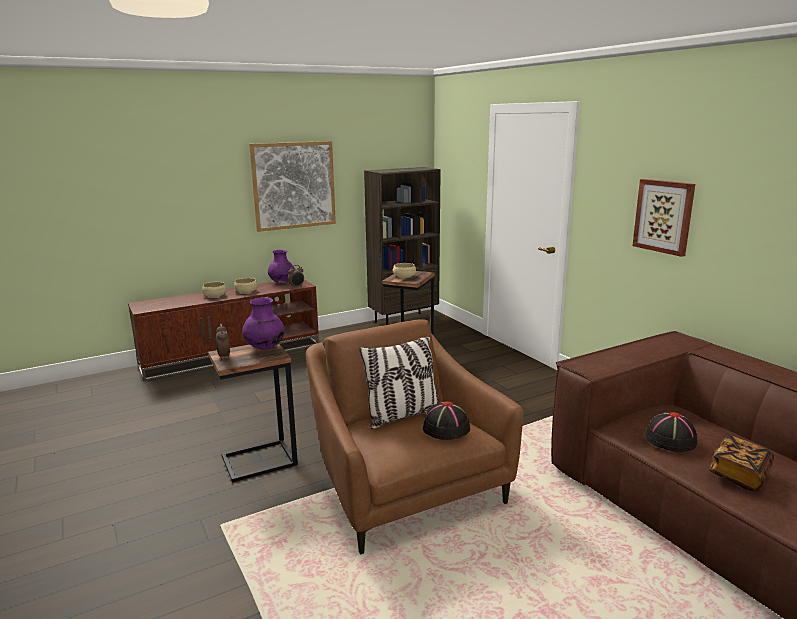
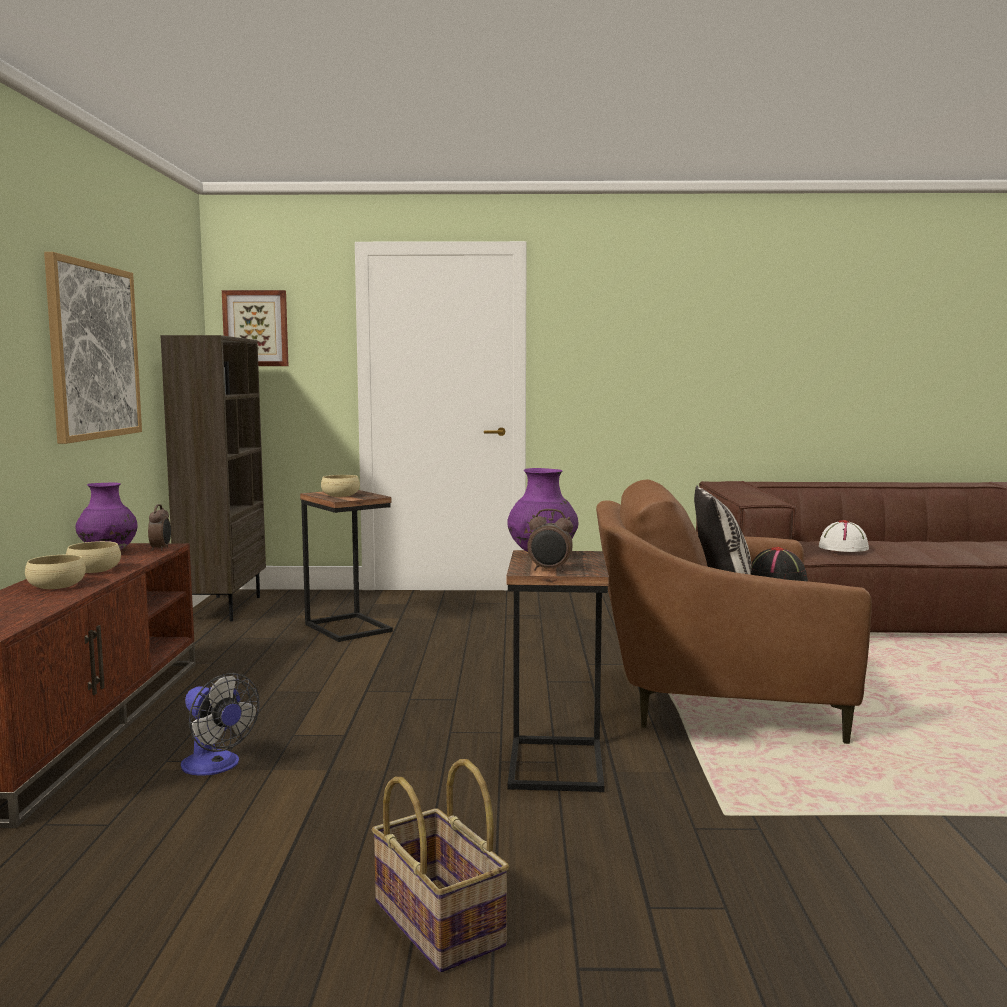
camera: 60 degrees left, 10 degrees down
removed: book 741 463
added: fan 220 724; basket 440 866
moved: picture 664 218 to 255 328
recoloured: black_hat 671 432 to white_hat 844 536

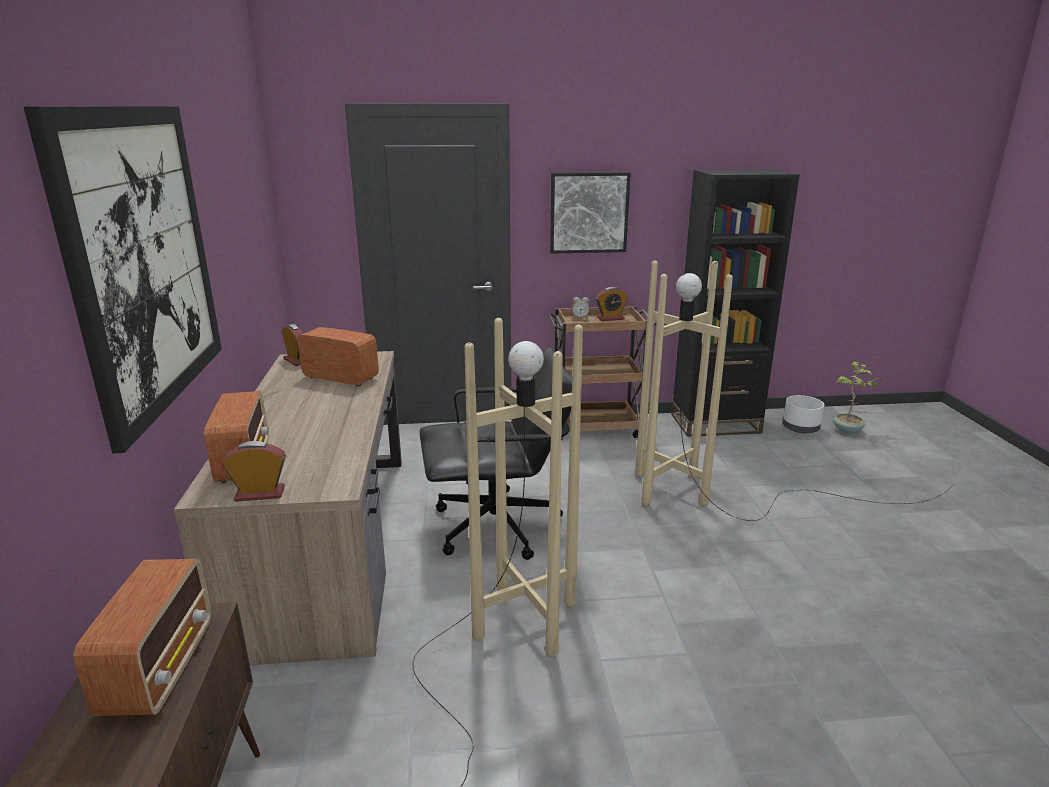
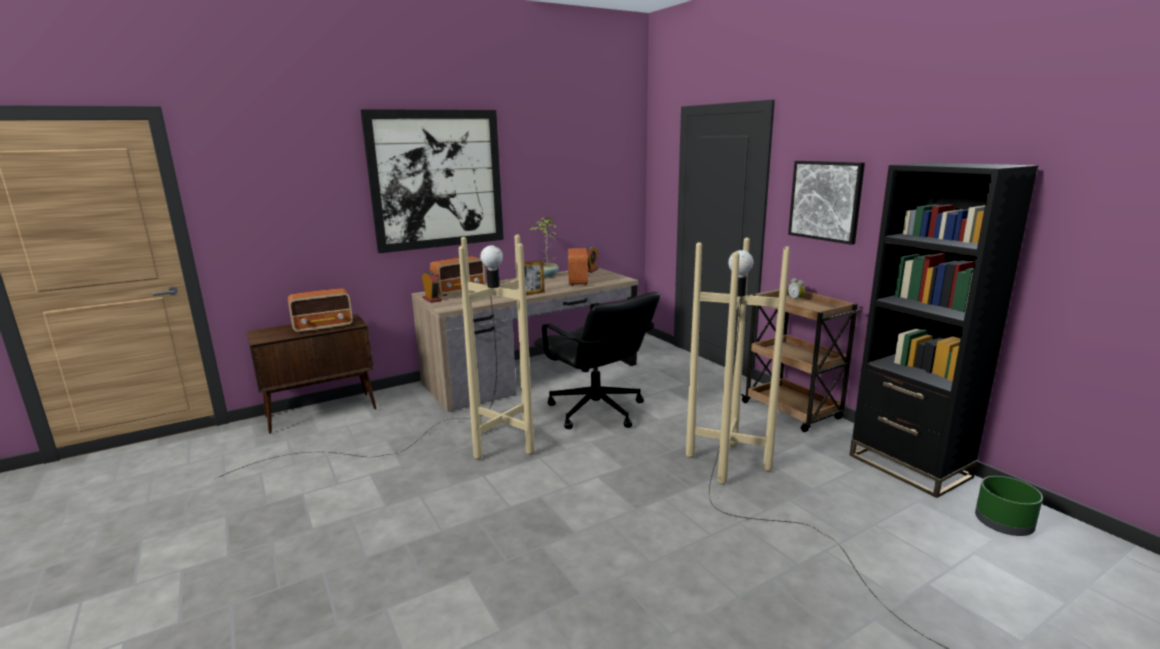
camera: 65 degrees right, 5 degrees down
removed: alarm_clock 611 304
added: picture_frame 534 277
moved: potted_plant 858 398 to 544 247
recoloured: white_planter 803 414 to green_planter 1009 506

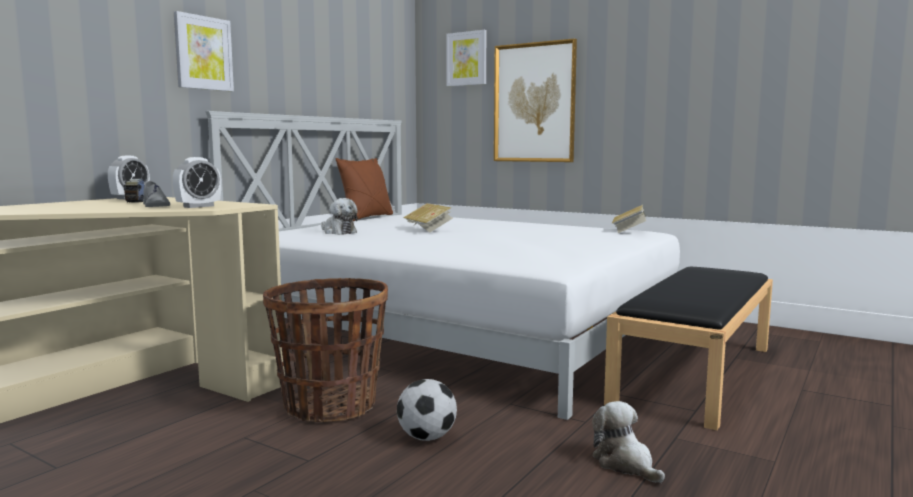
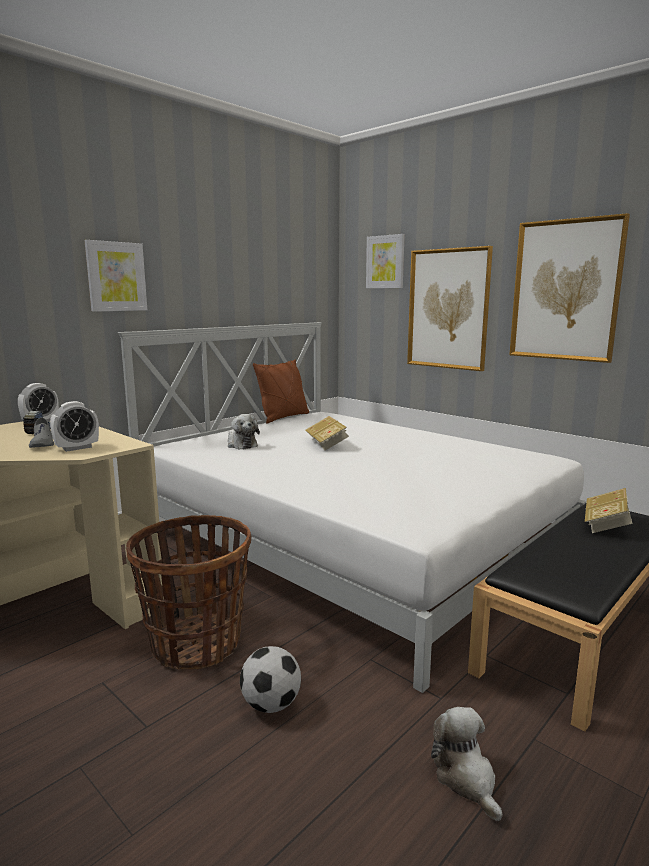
camera: 10 degrees right, 5 degrees up
added: picture 569 288
moved: book 629 219 to 609 510

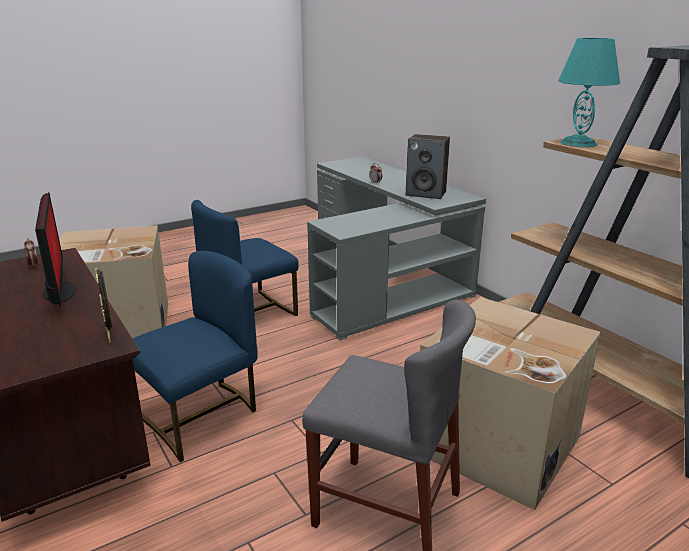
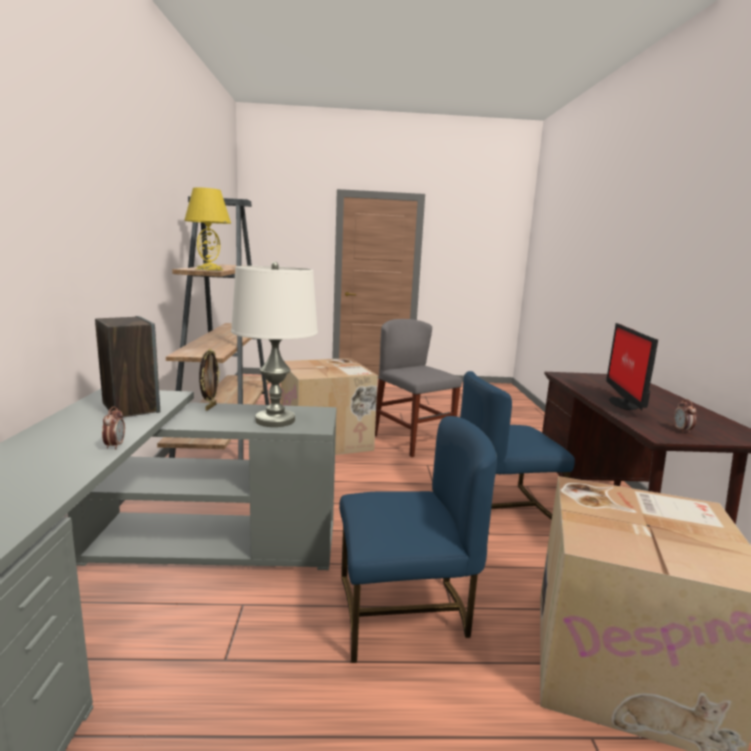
camera: 150 degrees left, 10 degrees down
added: white_table_lamp 274 344
moved: picture_frame 103 305 to 209 380
recoloured: turquoise_table_lamp 589 92 to yellow_table_lamp 207 229

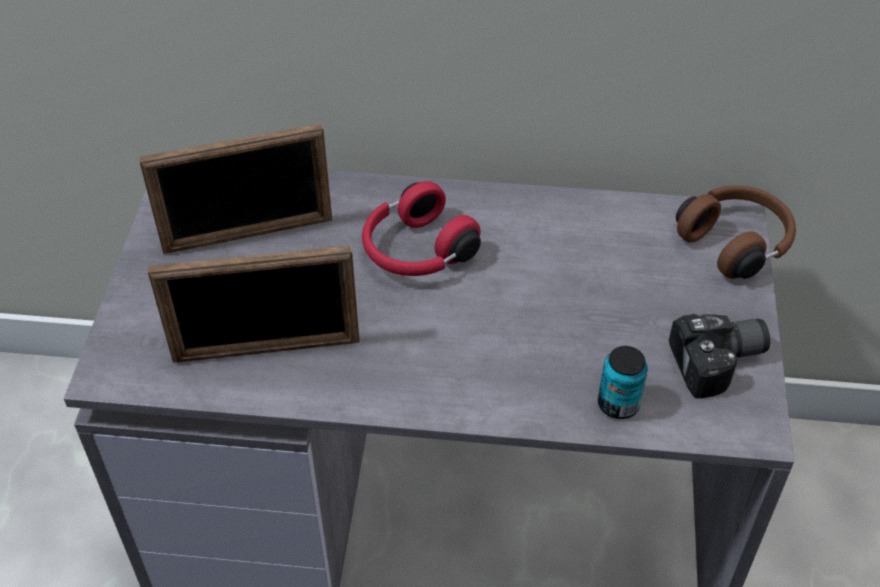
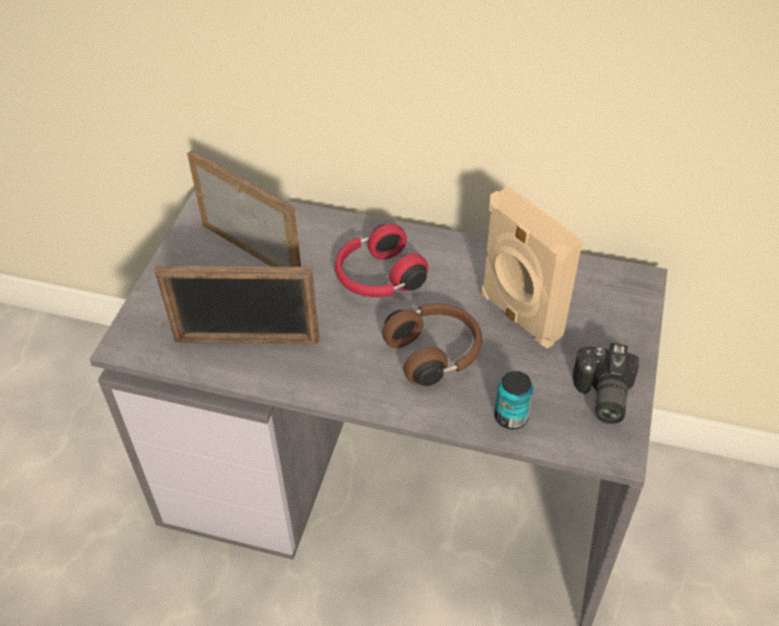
camera: 10 degrees right, 0 degrees up
added: beige_speaker 532 267
moved: brown_headphones 736 232 to 432 344
turned: picture_frame 235 188 = 244 208 135 degrees counterclockwise; photo_camera 719 356 = 606 383 105 degrees clockwise

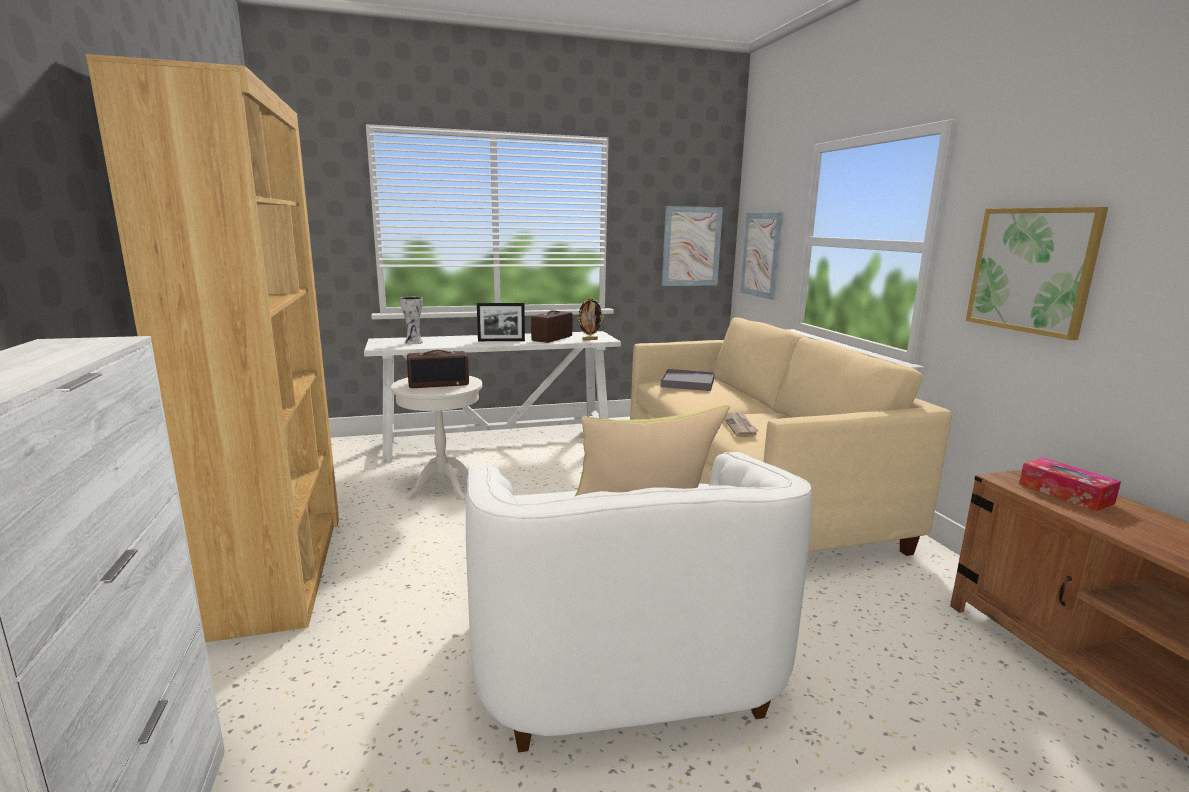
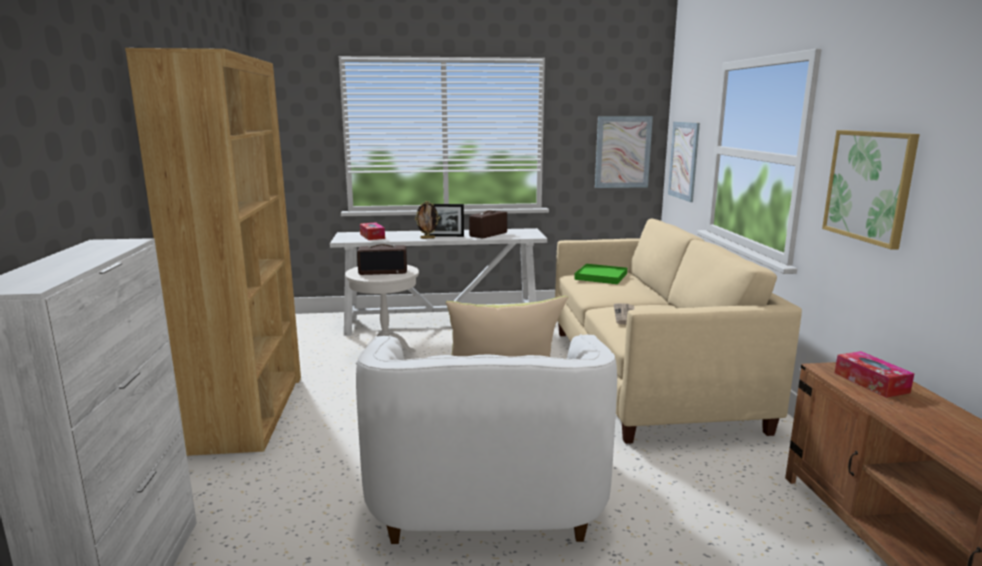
camera: 10 degrees right, 0 degrees up
moved: picture_frame 590 319 to 427 220
replaced: vase 411 320 to tissue_box 372 231
recoloured: grey_tray 688 380 to green_tray 600 274

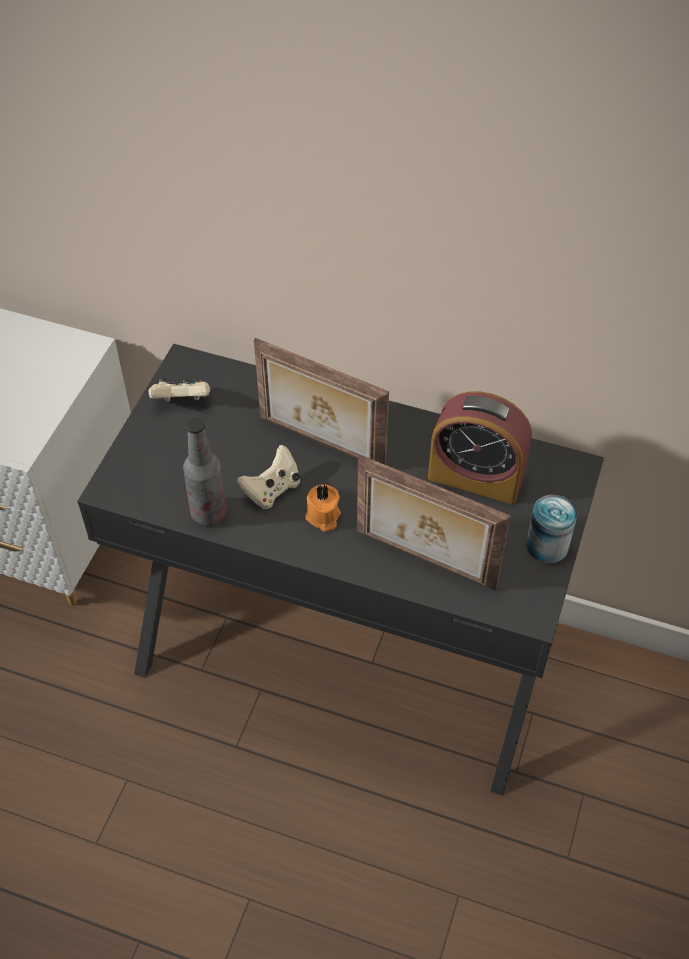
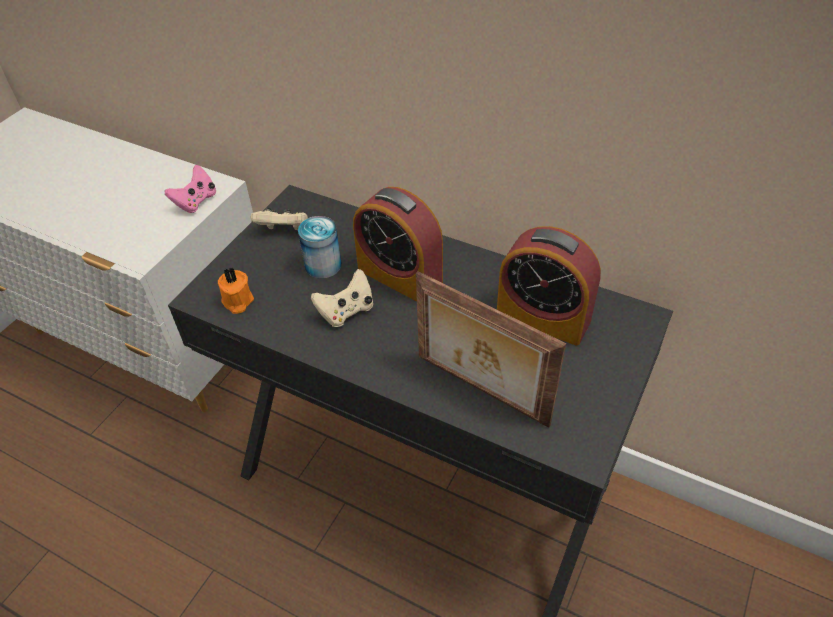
camera: 10 degrees right, 5 degrees down
removed: bottle 205 471
added: pink_game_controller 190 189
moved: orange_candle 323 508 to 236 290; can 551 529 to 320 247
replaced: picture_frame 321 401 to alarm_clock 398 244

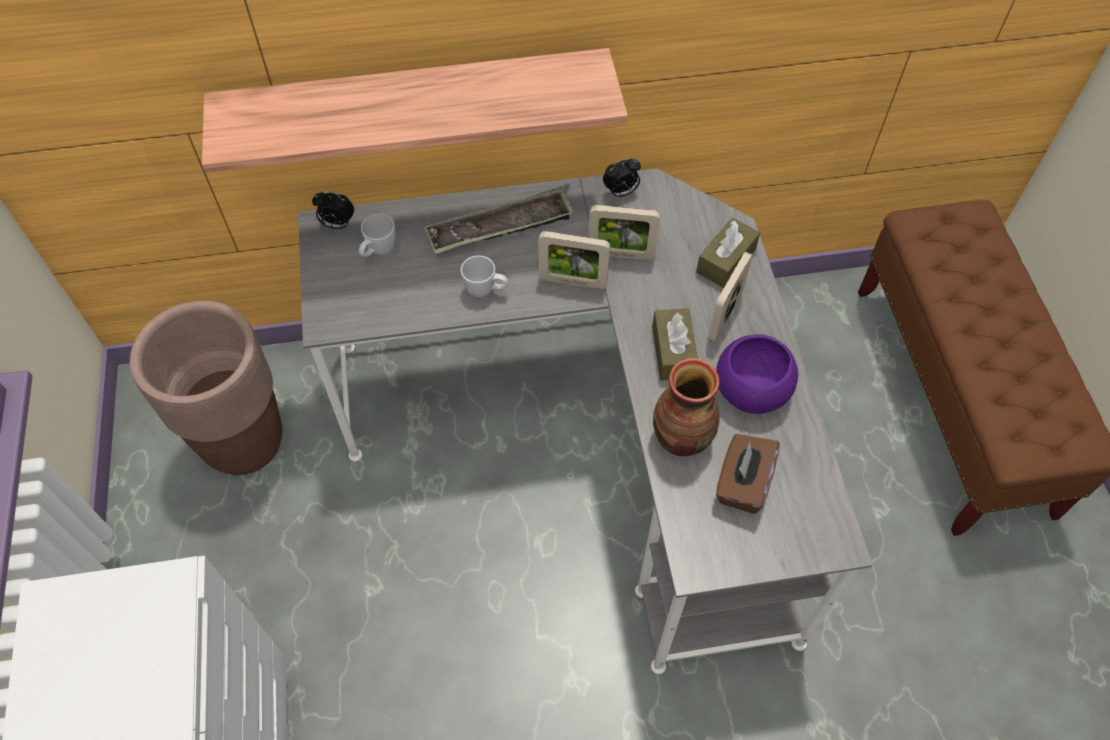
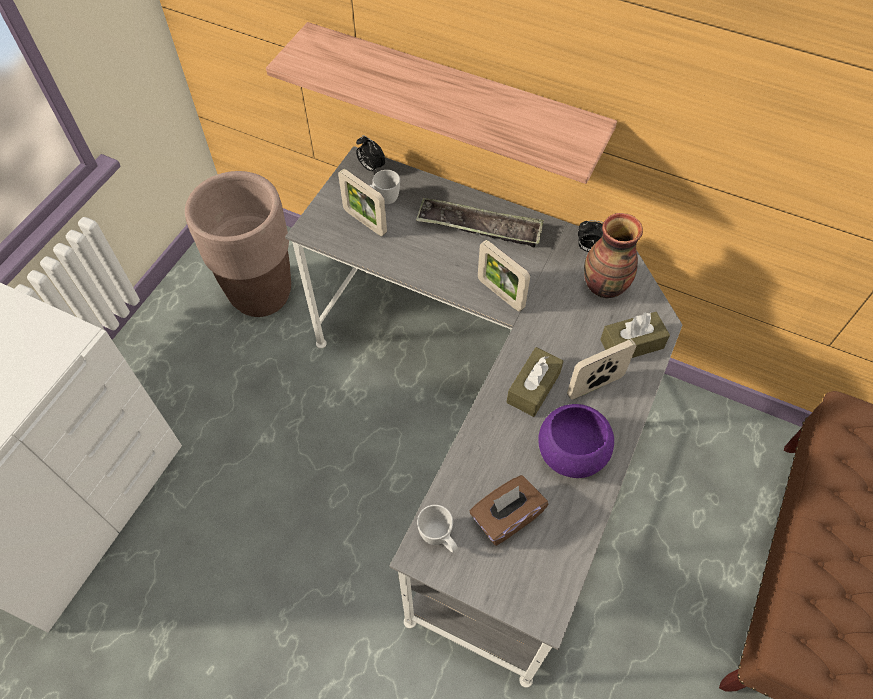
camera: 35 degrees right, 0 degrees up
moved: white_mug 484 276 to 437 528; picture_frame 625 232 to 362 202; vase 686 407 to 613 255

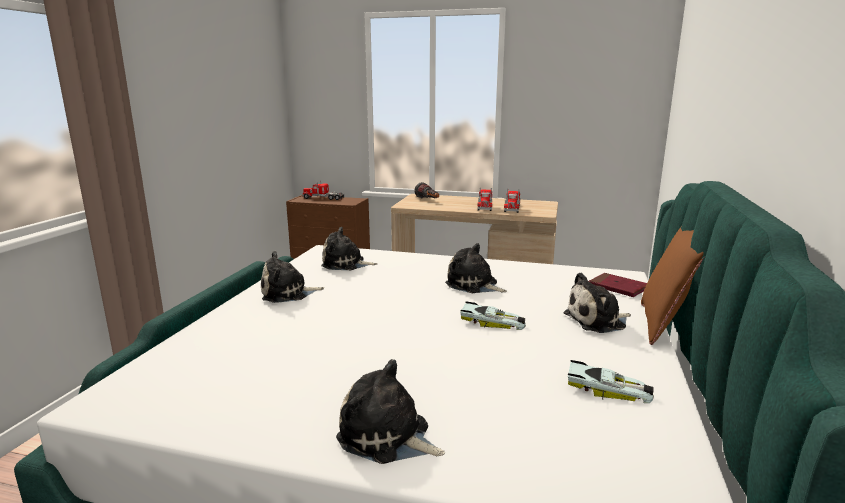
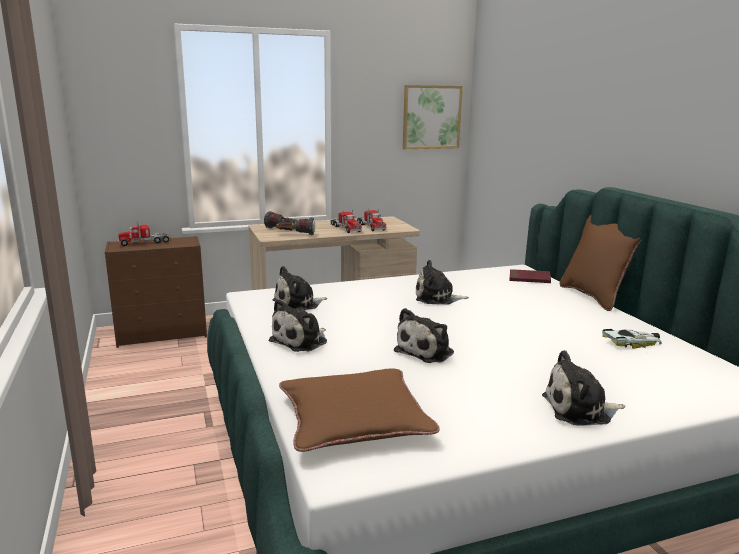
camera: 35 degrees left, 0 degrees up
removed: toy_car 493 316
added: flashlight 295 226; brown_pillow 359 410; picture 433 117
moved: plush_toy 597 302 to 424 335

